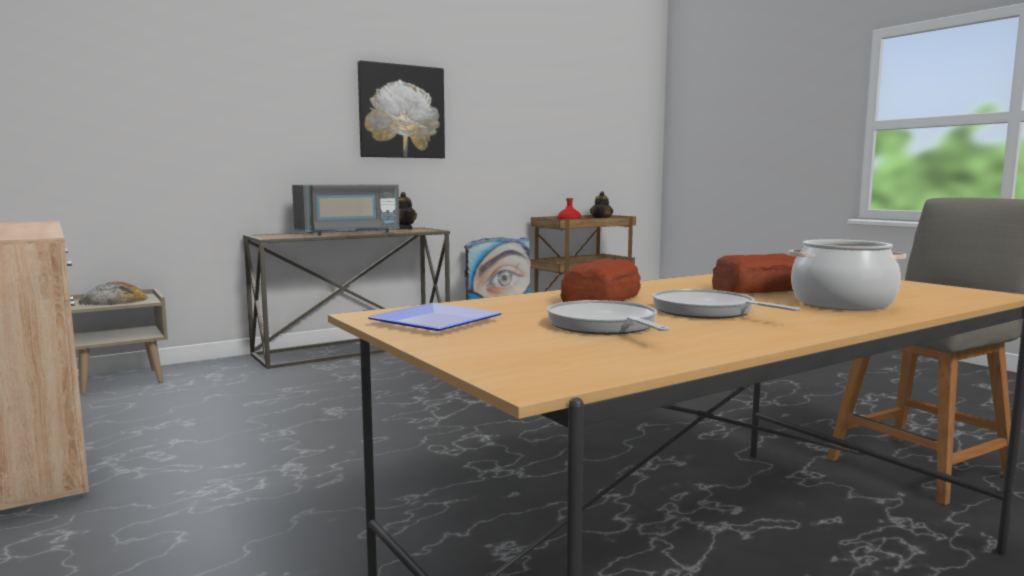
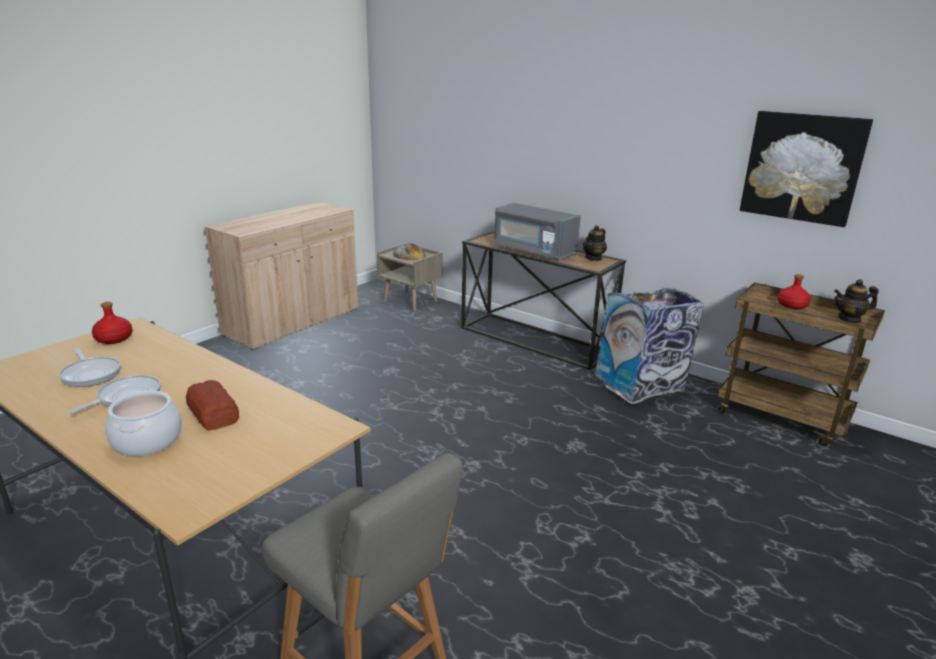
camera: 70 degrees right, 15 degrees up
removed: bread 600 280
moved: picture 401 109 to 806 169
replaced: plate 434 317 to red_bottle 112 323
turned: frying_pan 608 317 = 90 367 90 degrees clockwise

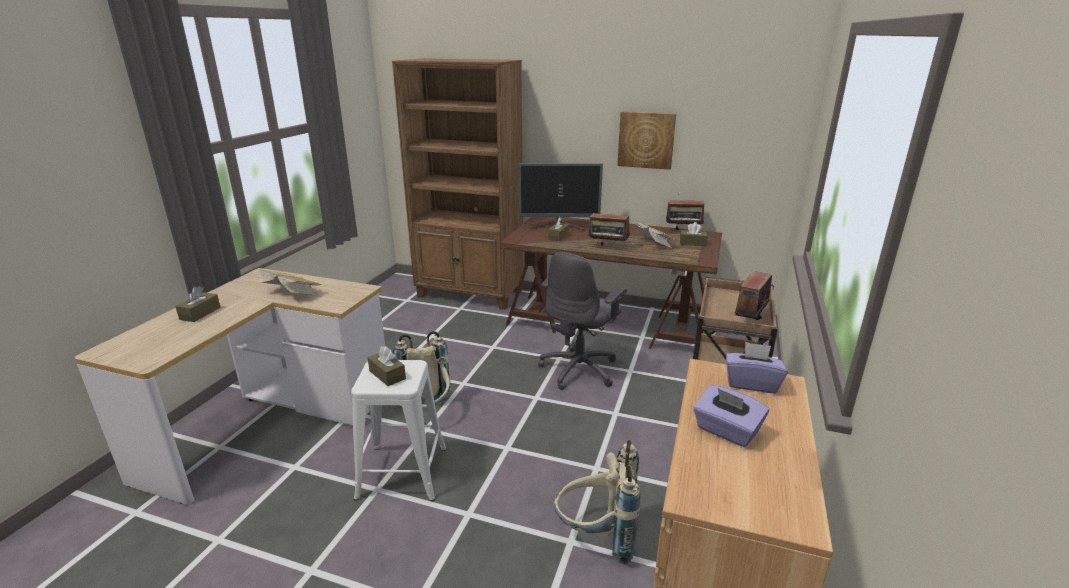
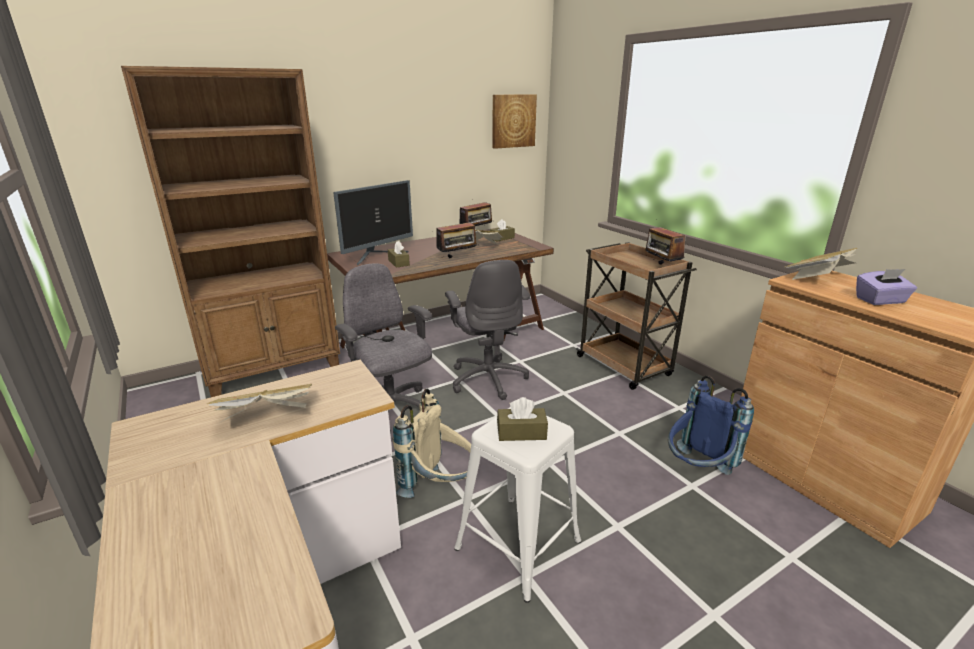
camera: 50 degrees left, 0 degrees up
removed: brown_tissue_box 197 304
added: grey_office_chair 383 348
moved: picture 646 140 to 514 121
replaced: purple_tissue_box 757 367 to book 821 264
recoloured: beige_backpack 597 502 to blue_backpack 711 425

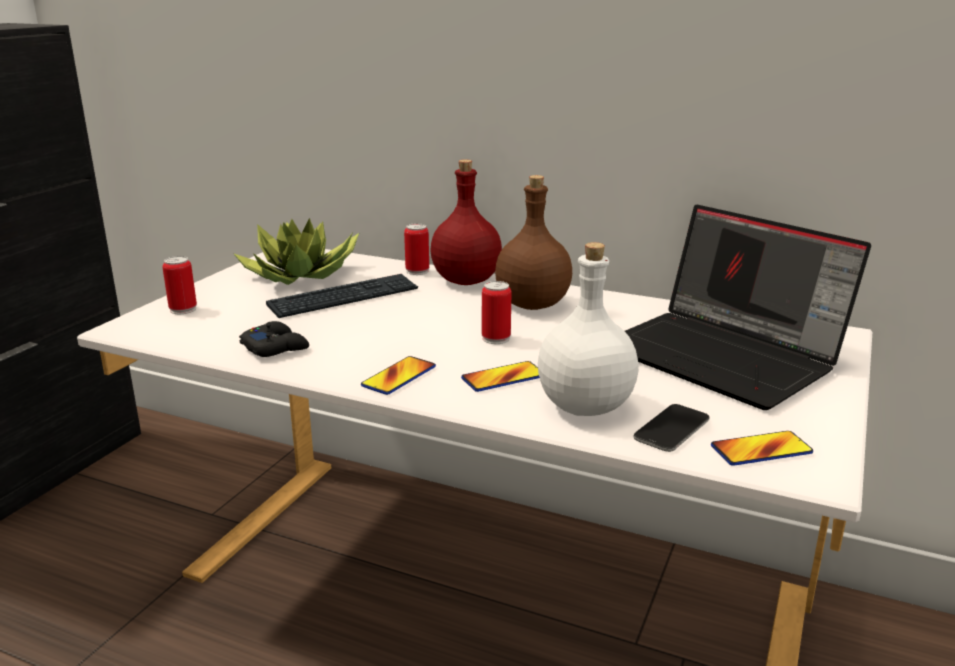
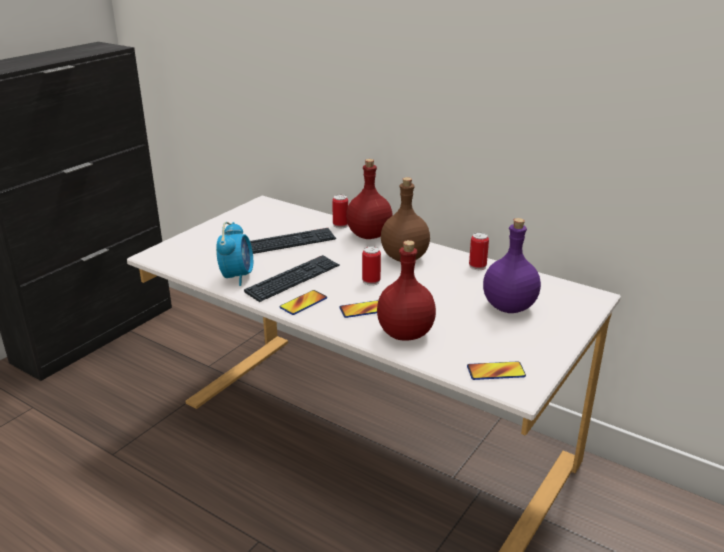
camera: 10 degrees right, 5 degrees up
removed: potted_plant 296 251; phone 671 428
added: keyboard 292 278
moved: can 179 285 to 479 251
replaced: black_game_controller 274 339 to alarm_clock 234 254; laptop 748 307 to purple_bottle 512 265
recoloured: white_bottle 588 329 to red_bottle 406 290

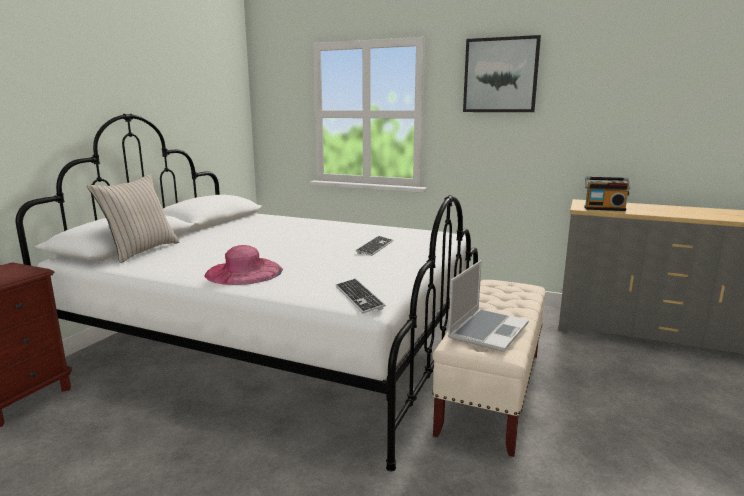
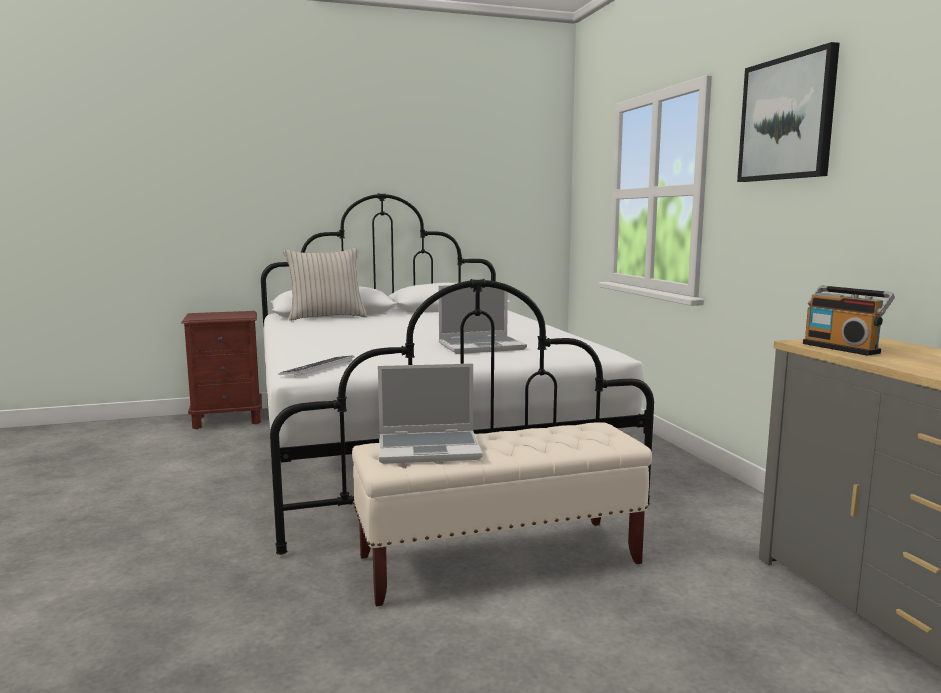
camera: 50 degrees right, 5 degrees down
removed: pink_hat 244 265
replaced: keyboard 374 246 to laptop 483 319

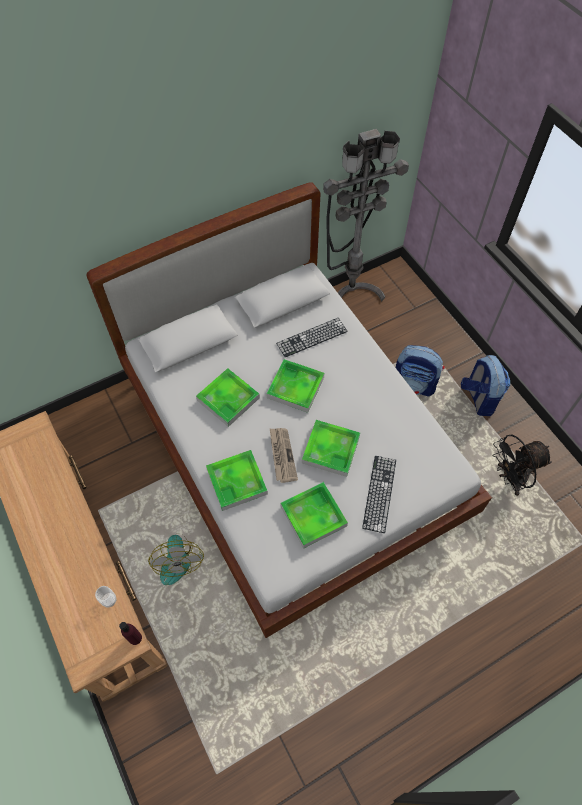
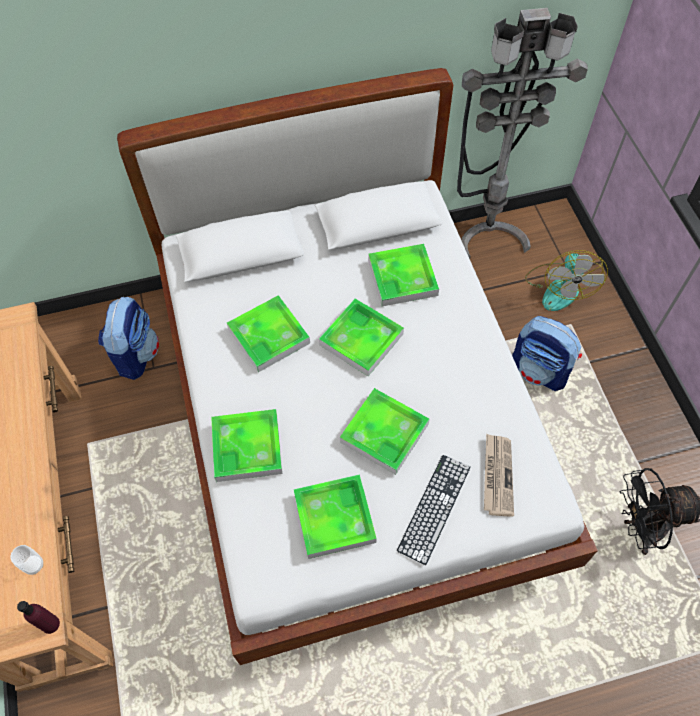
camera: 15 degrees right, 0 degrees up
moved: fan 176 559 to 566 280; newspaper 284 455 to 499 475; backpack 485 385 to 128 338
replaced: keyboard 312 337 to tray 403 275

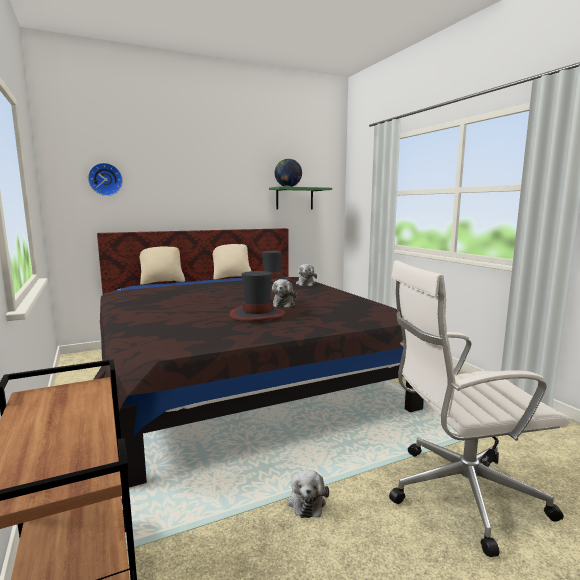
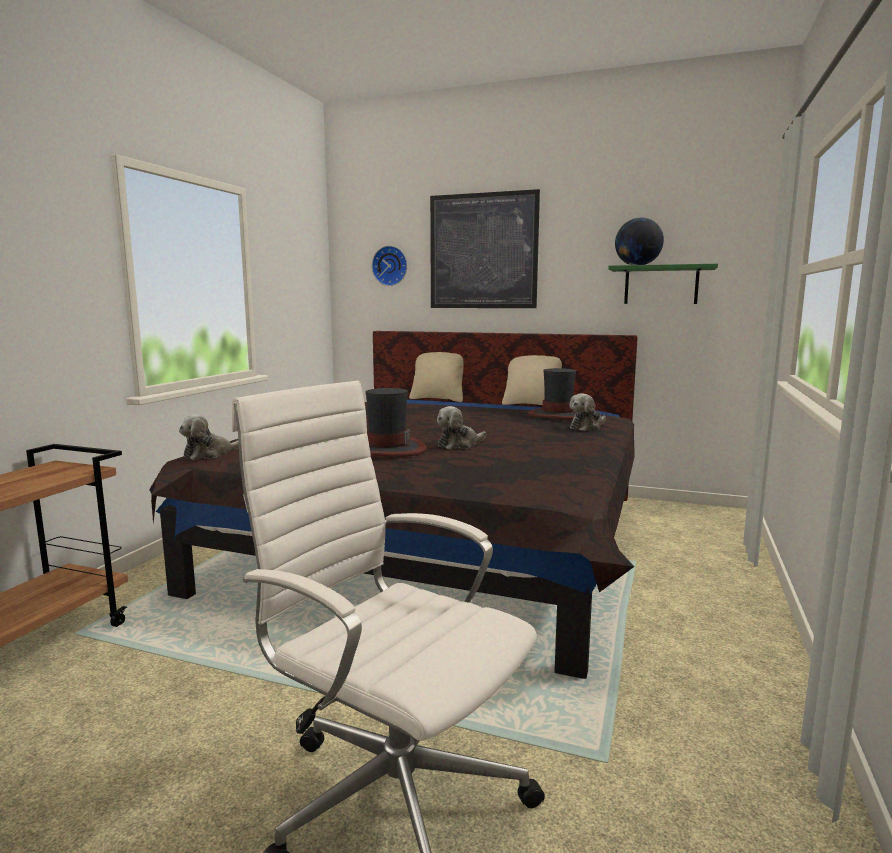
camera: 45 degrees right, 0 degrees up
added: picture 485 248
moved: plush_toy 308 494 to 209 437

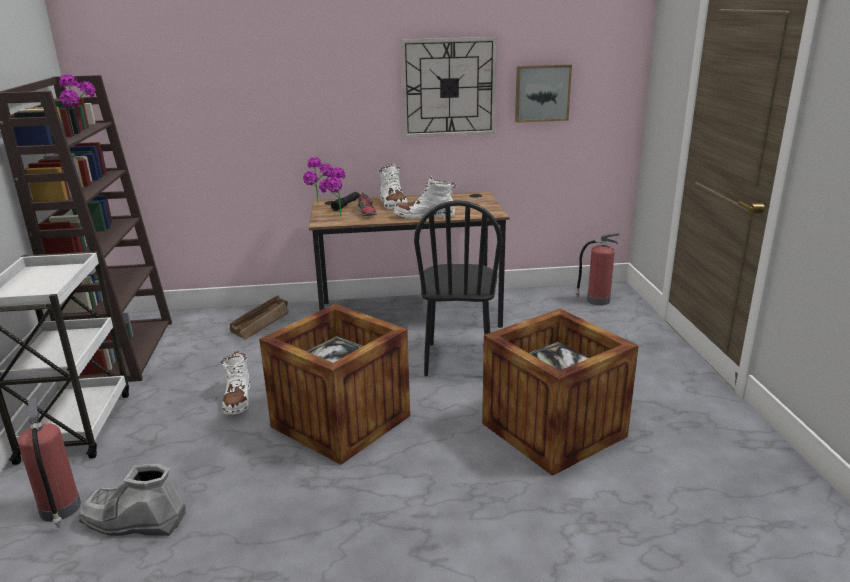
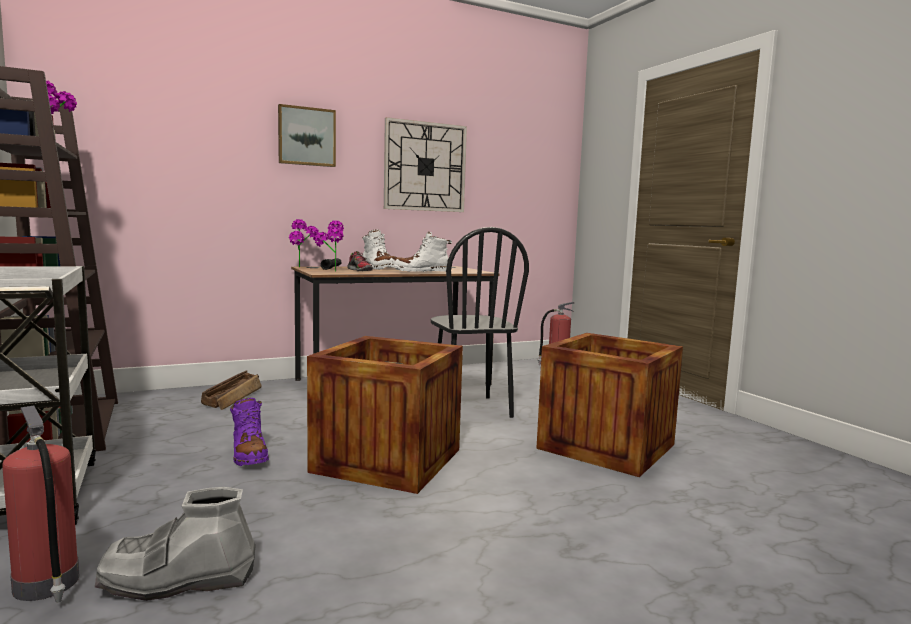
camera: 20 degrees left, 15 degrees down
moved: picture 543 93 to 307 135
recoloured: white_boot 236 383 to purple_boot 249 432

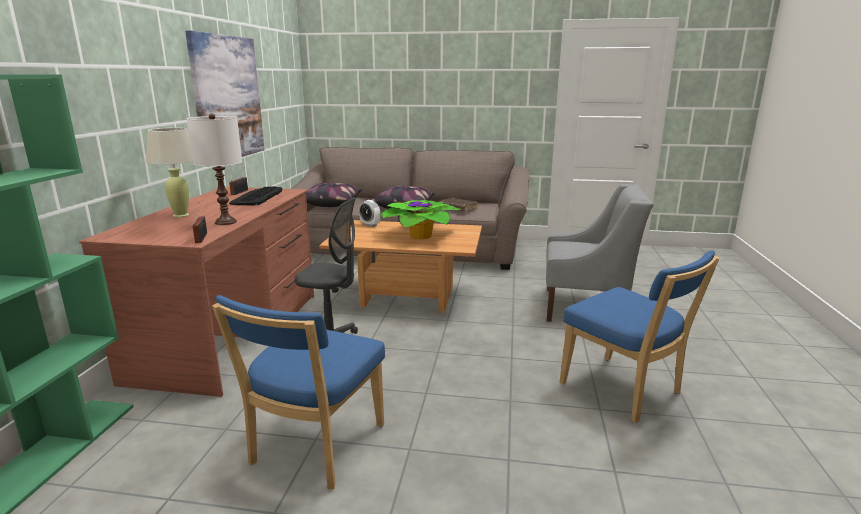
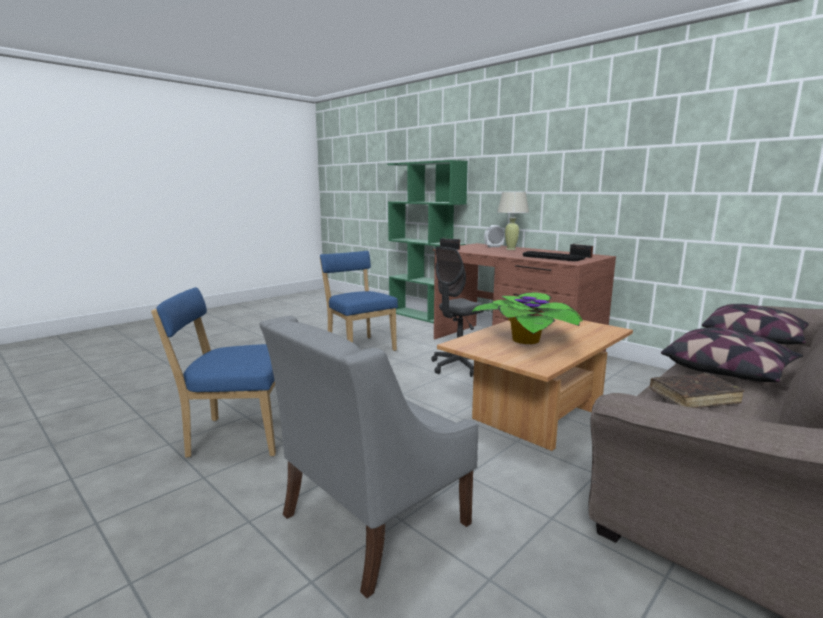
camera: 125 degrees right, 5 degrees down
removed: picture 225 93; white_table_lamp 214 169
moved: alarm_clock 369 213 to 494 236

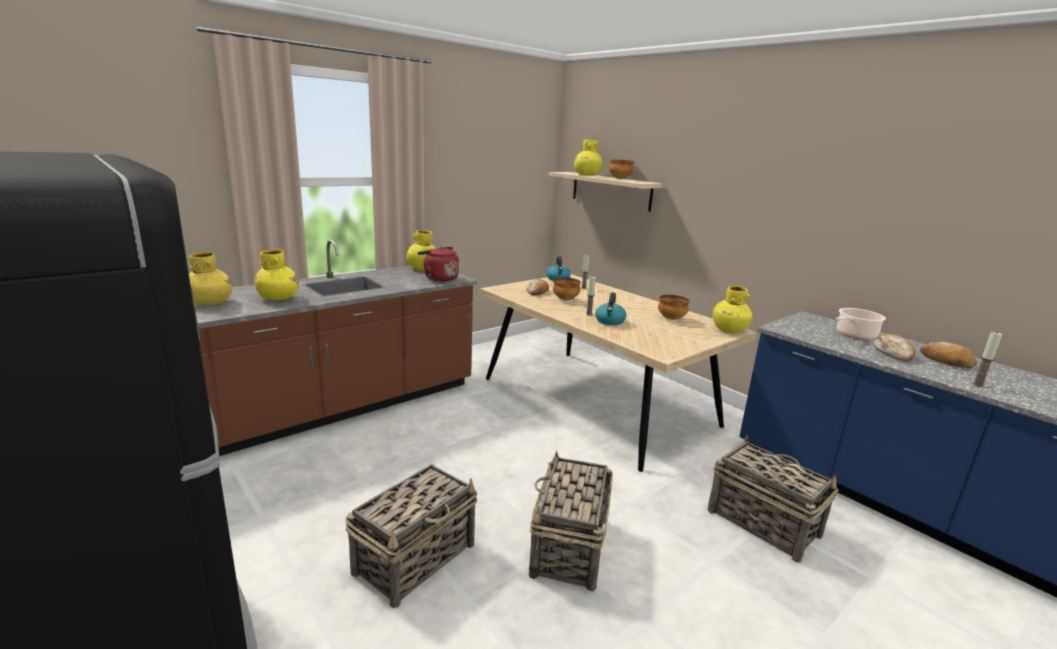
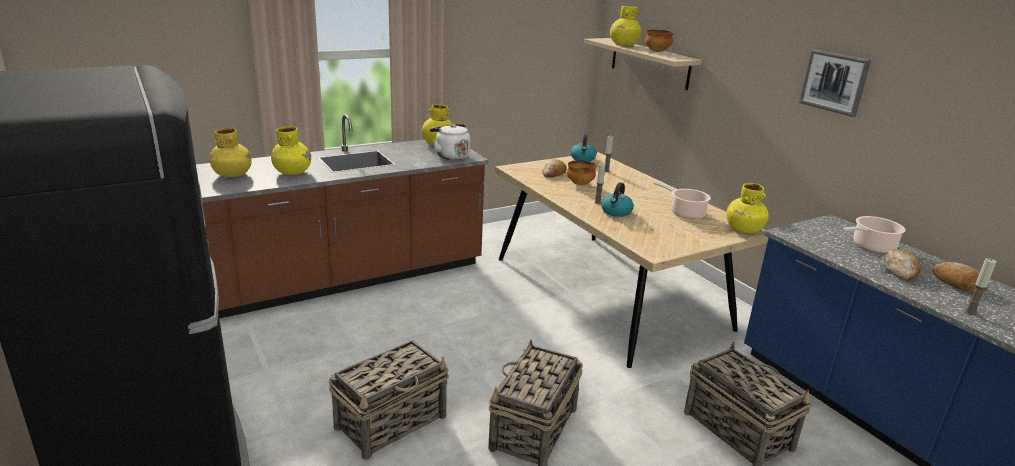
camera: 10 degrees right, 5 degrees up
added: picture 835 83
replaced: bowl 674 307 to cooking_pot 682 200
recoloured: red_kettle 438 264 to white_kettle 450 142

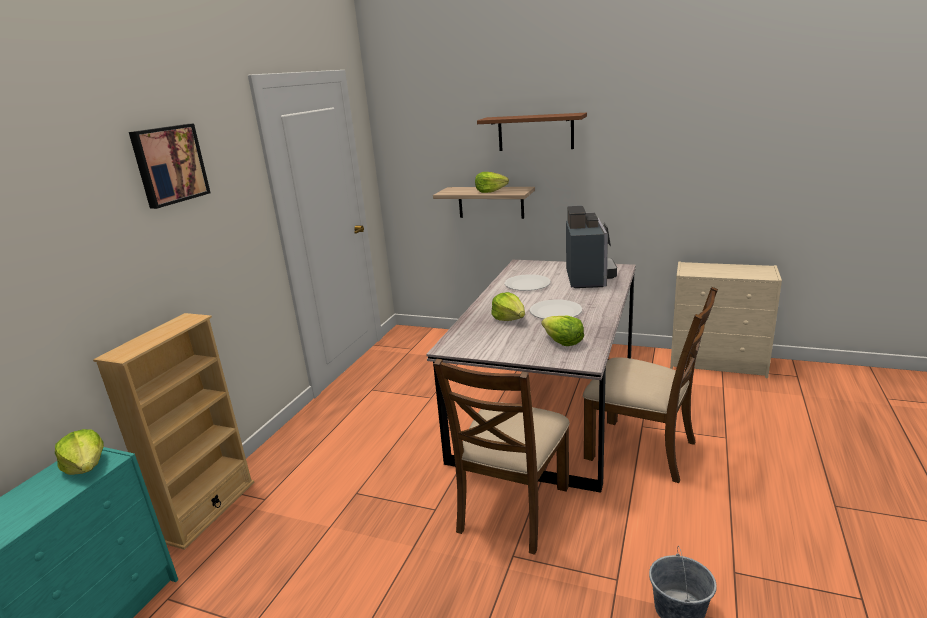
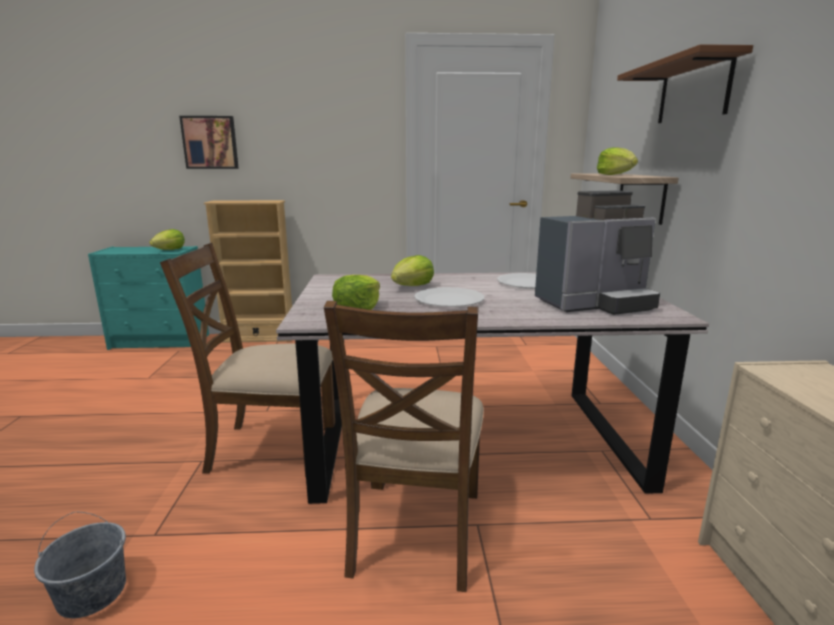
camera: 65 degrees right, 5 degrees down
moved: picture 170 166 to 209 142

